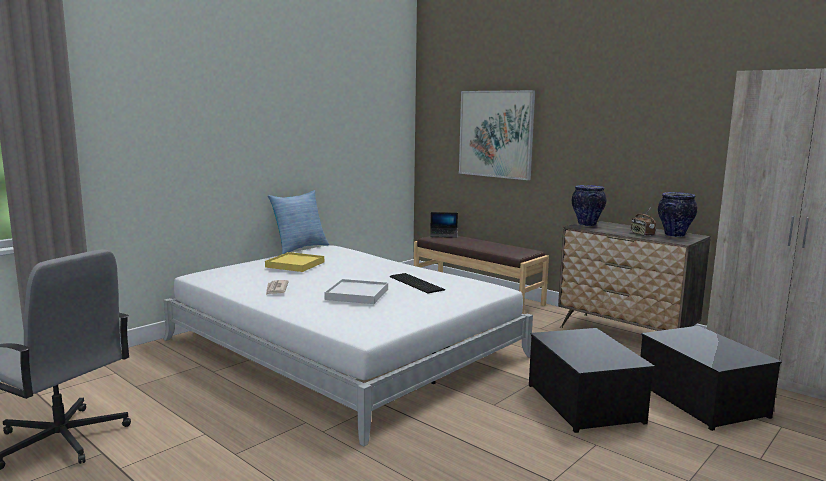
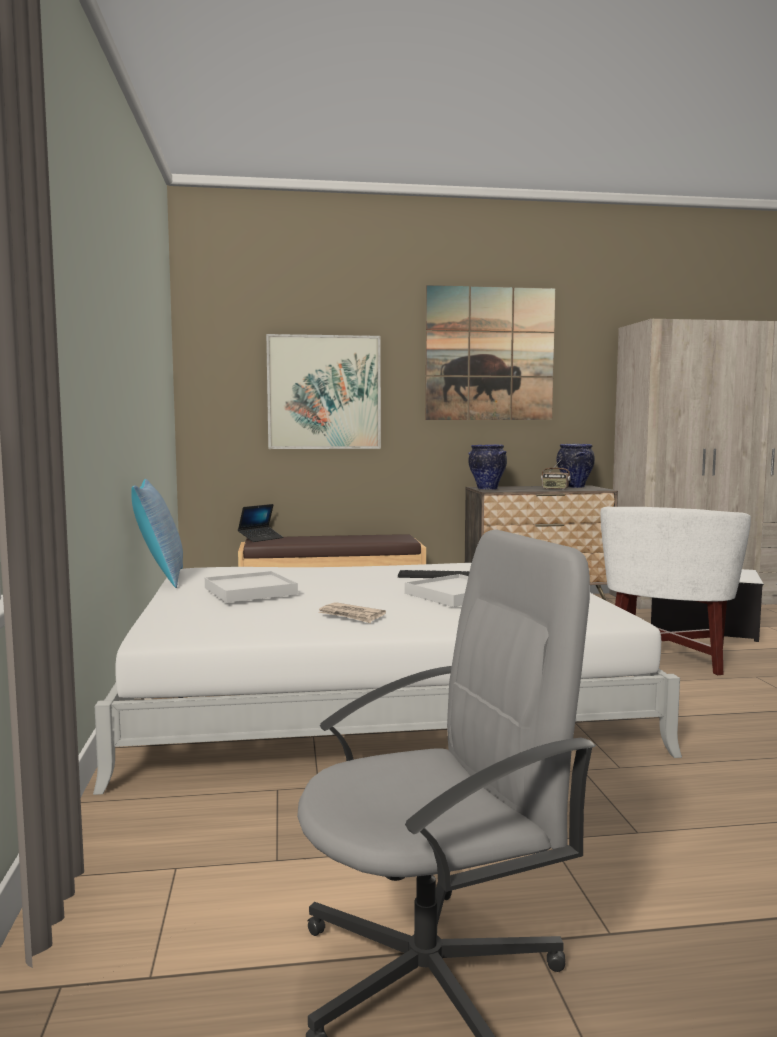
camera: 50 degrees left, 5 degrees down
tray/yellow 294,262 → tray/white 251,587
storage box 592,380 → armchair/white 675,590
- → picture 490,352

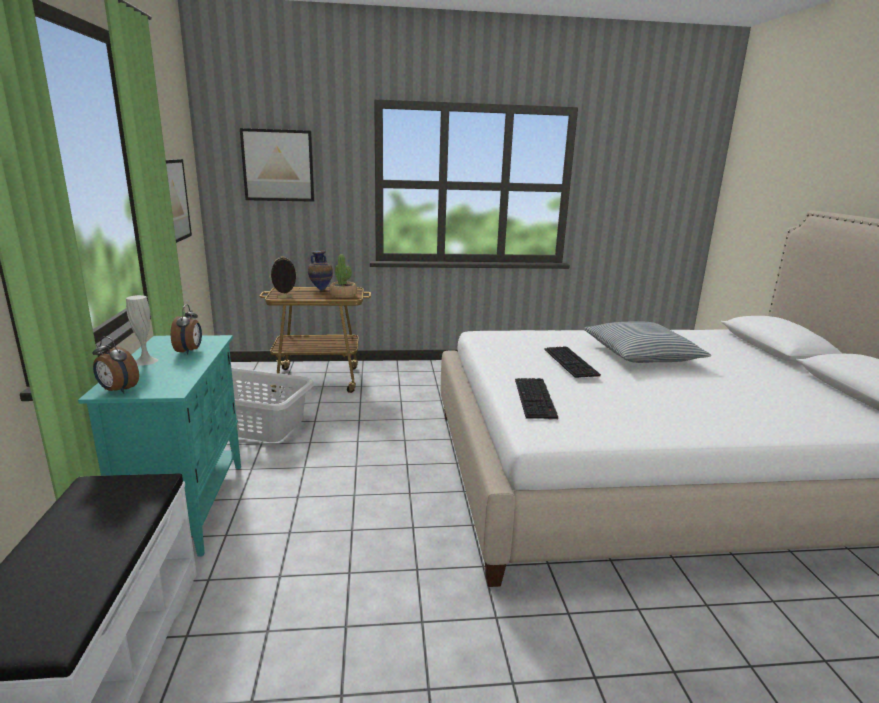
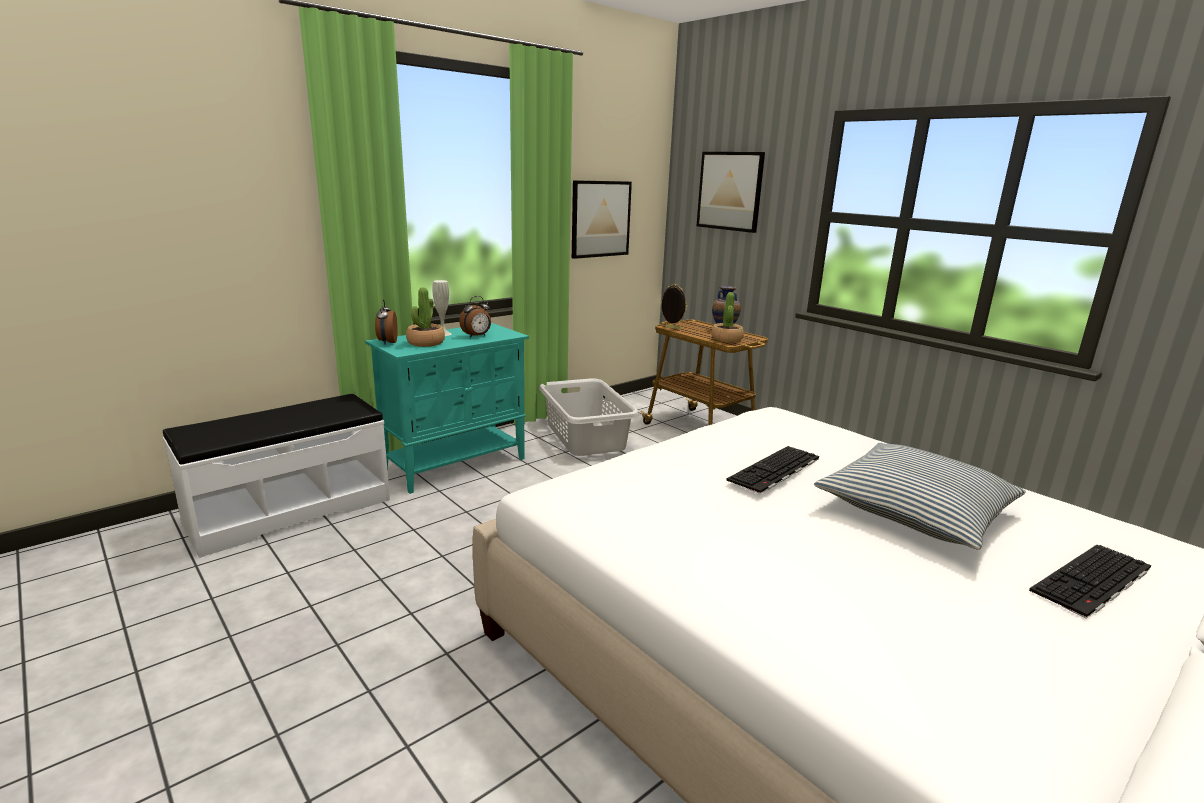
camera: 55 degrees right, 0 degrees up
keyboard 536,399 → keyboard 1090,581, move
- → potted plant 425,317

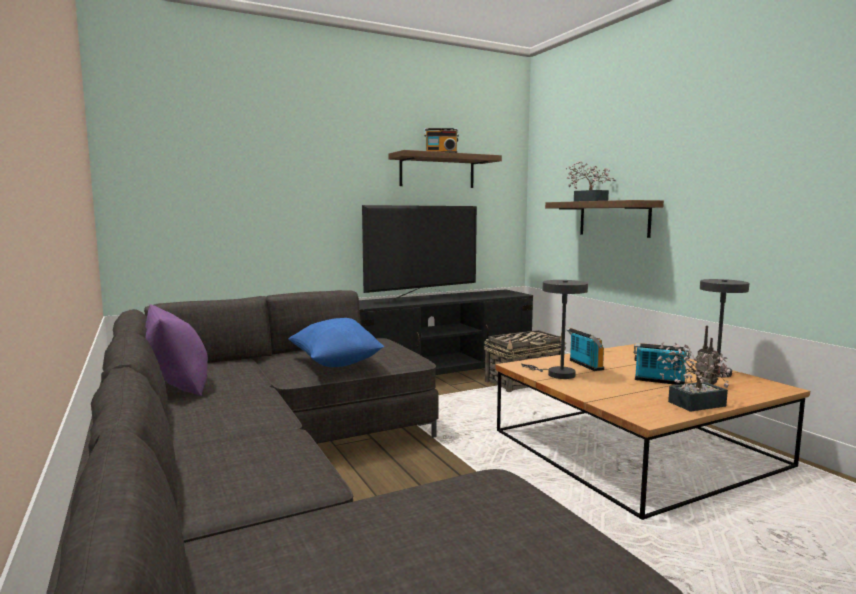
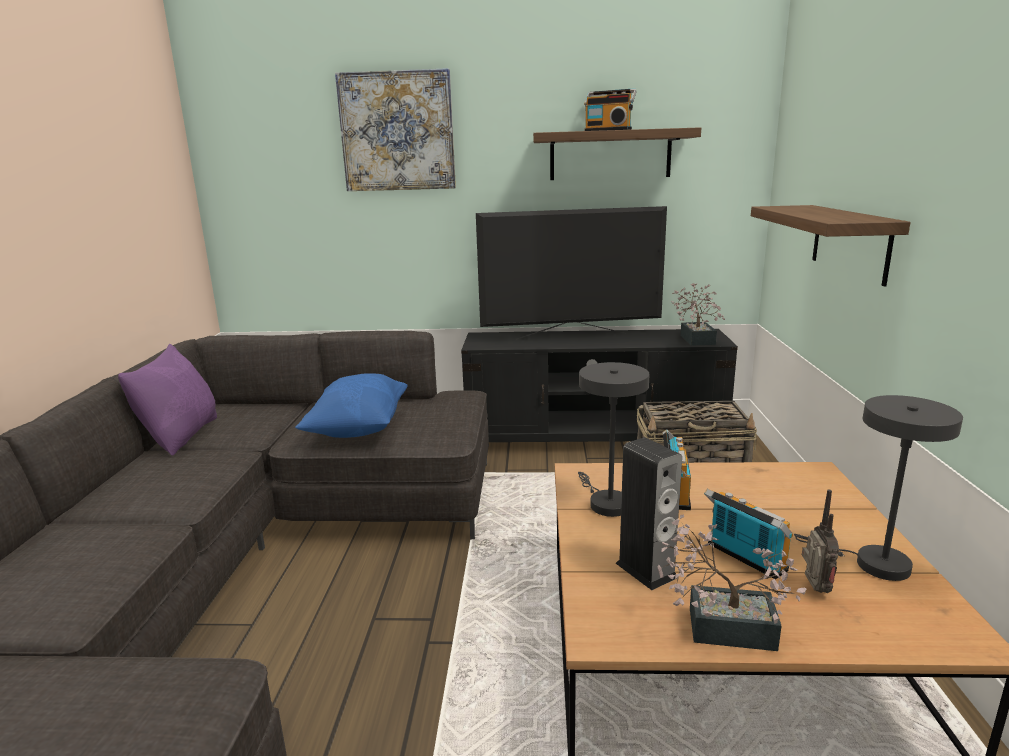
camera: 30 degrees right, 10 degrees up
potted plant 591,181 → potted plant 698,314, move
- → picture 395,129
- → speaker 649,513

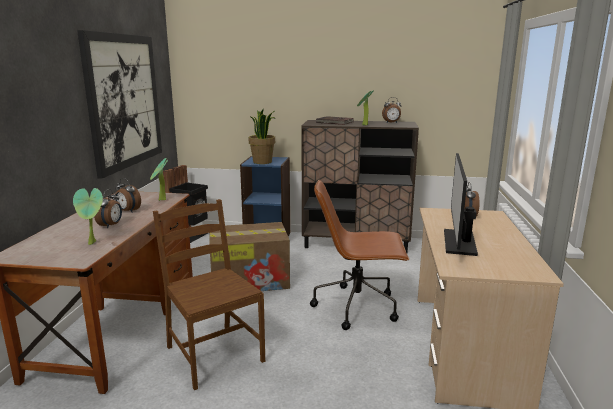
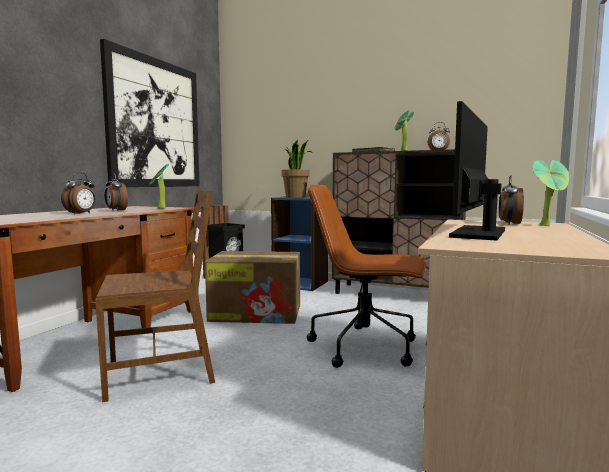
camera: 15 degrees right, 10 degrees down
potted plant 88,216 → potted plant 550,193, move
chair/brown 209,294 → chair/brown 155,295, 90 degrees clockwise

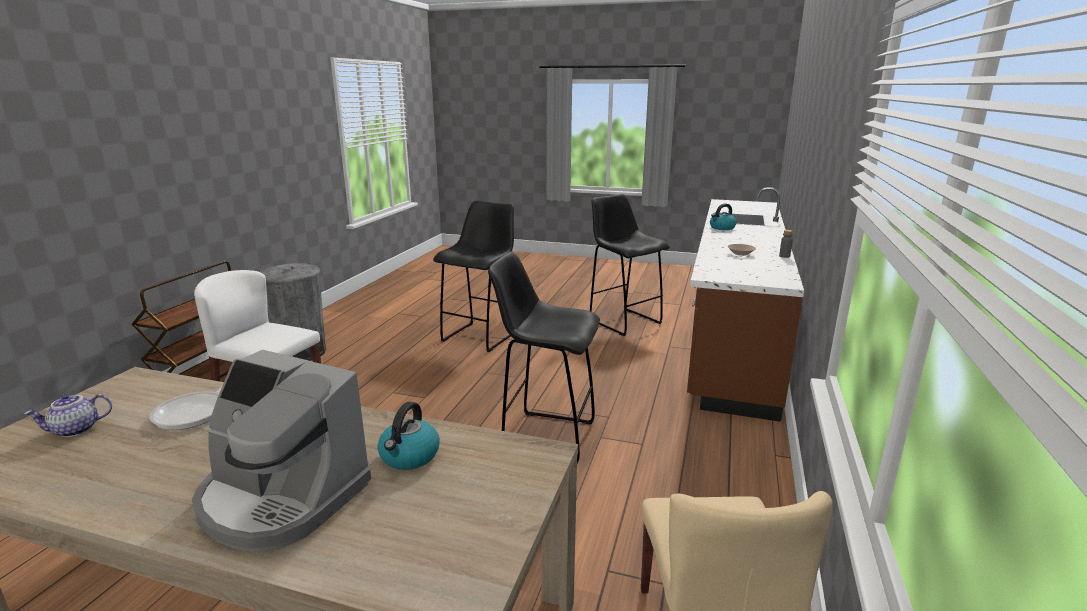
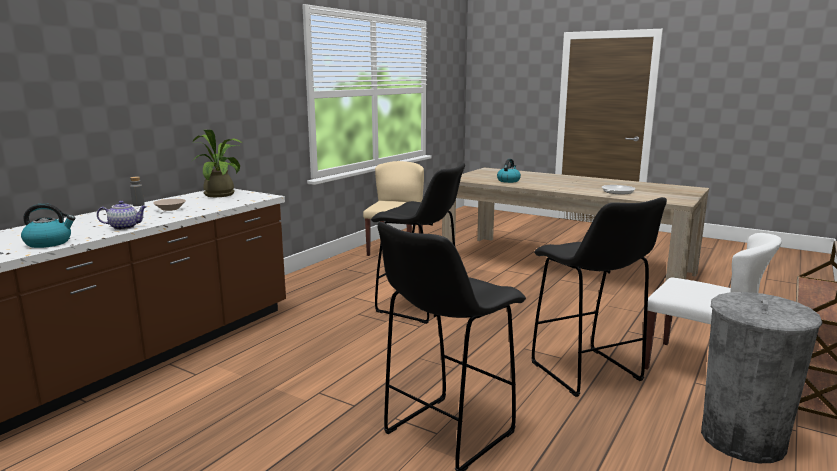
camera: 165 degrees left, 5 degrees down
teapot 68,415 → teapot 122,215, move
coffee machine 281,451 → -
stool/black 630,265 → stool/black 599,297, move
- → potted plant 217,163

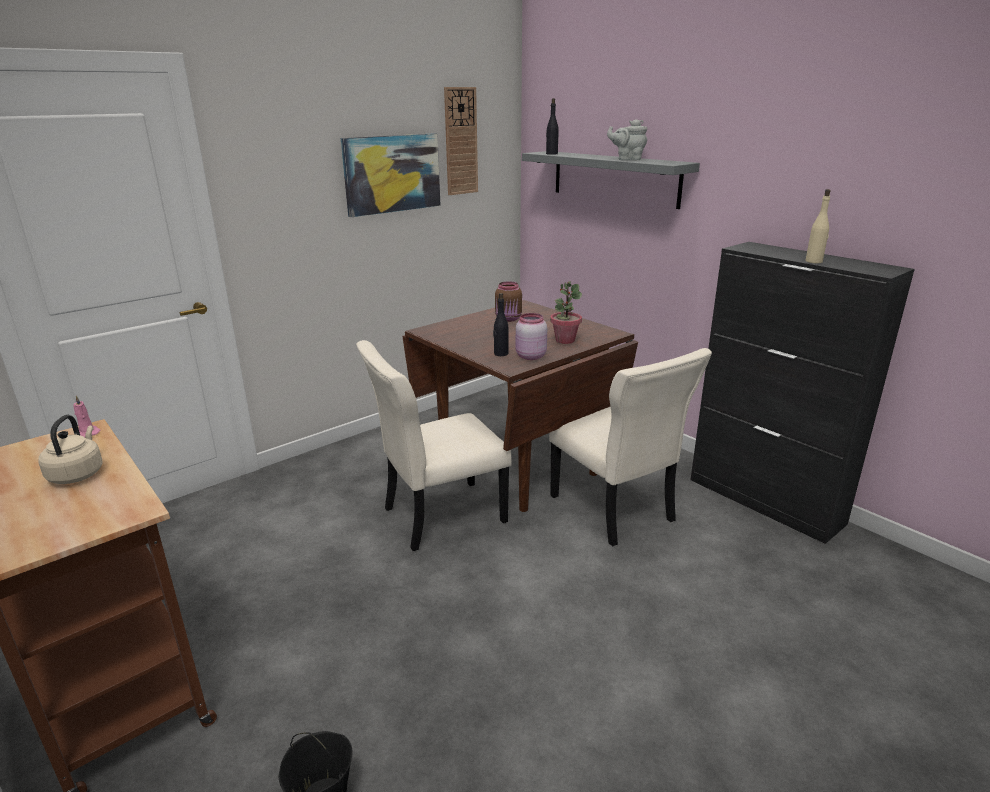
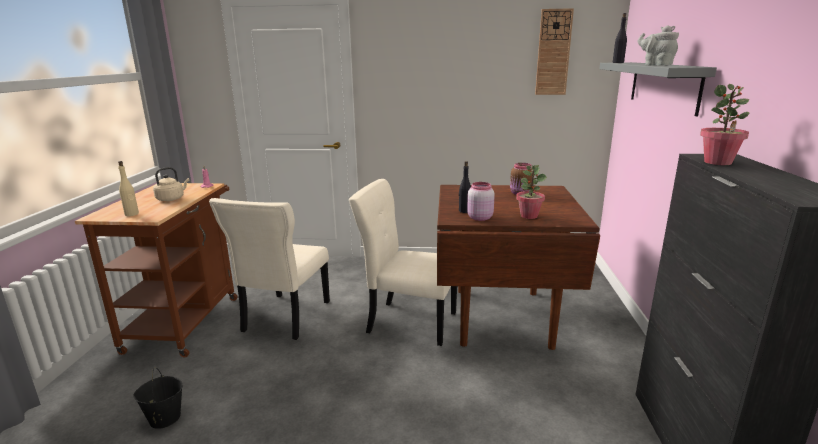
camera: 45 degrees right, 5 degrees down
picture 391,175 → -
chair/beige 630,447 → chair/beige 269,269, move
bottle/beige 818,226 → bottle/beige 128,188, move
- → potted plant 725,124

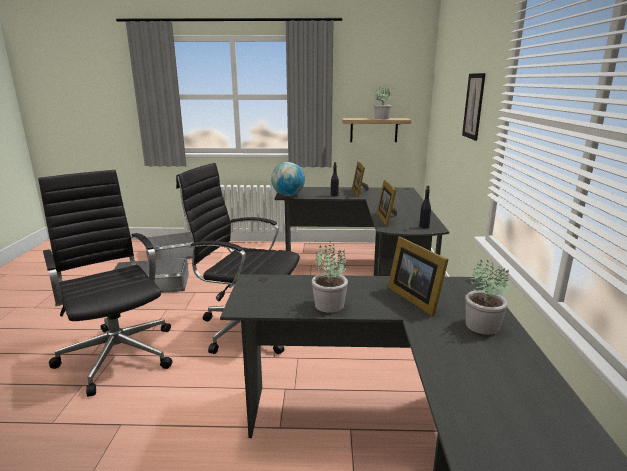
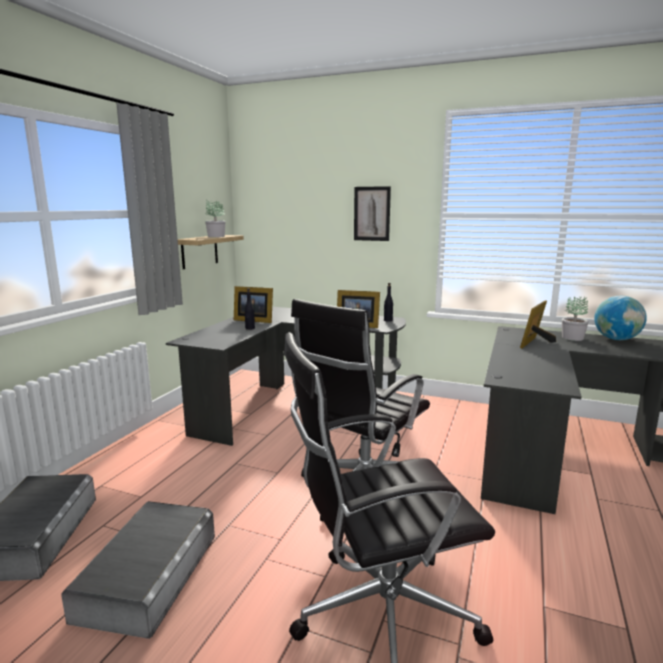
camera: 70 degrees left, 5 degrees down
globe 288,179 → globe 620,318, move
potted plant 330,277 → -
picture frame 418,277 → picture frame 538,324, 135 degrees clockwise

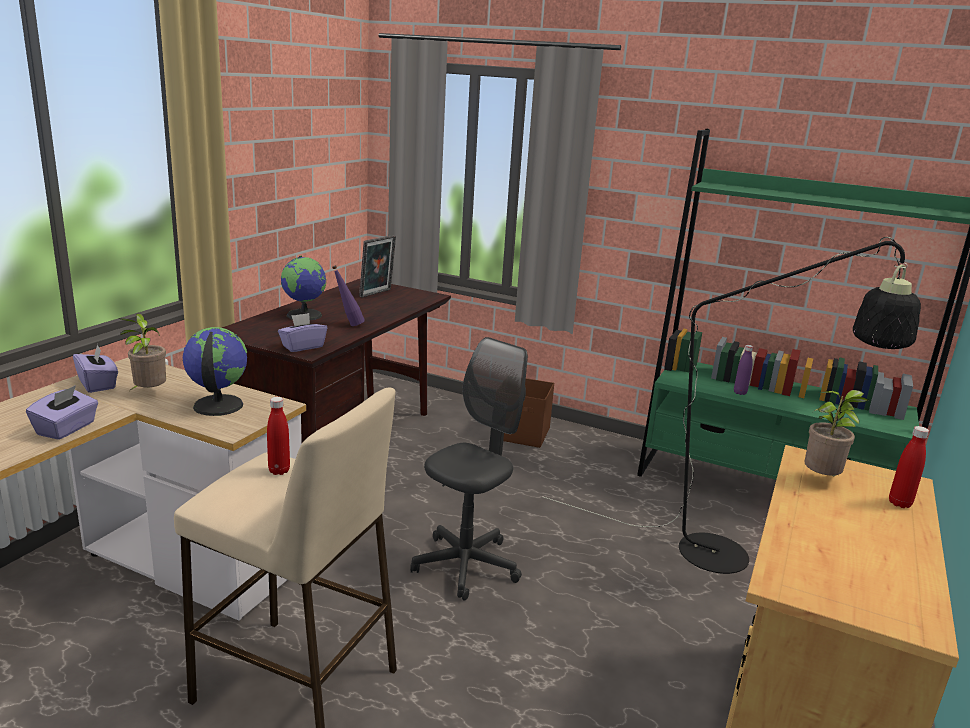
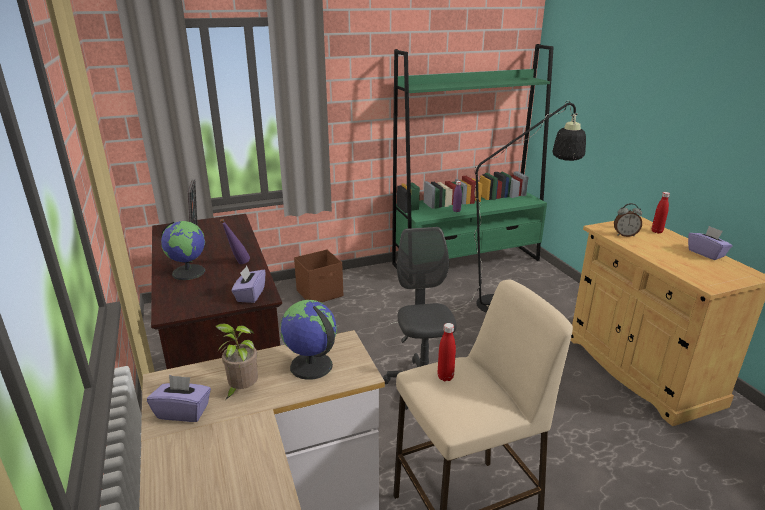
camera: 45 degrees left, 5 degrees up
tissue box/purple 62,412 → tissue box/purple 710,243, move
potted plant 836,433 → alarm clock 628,220

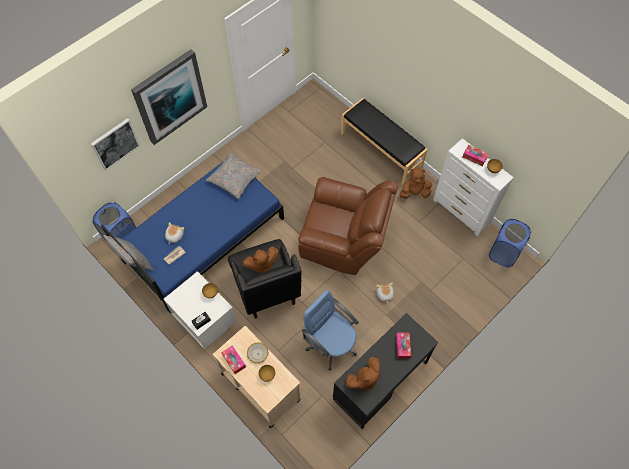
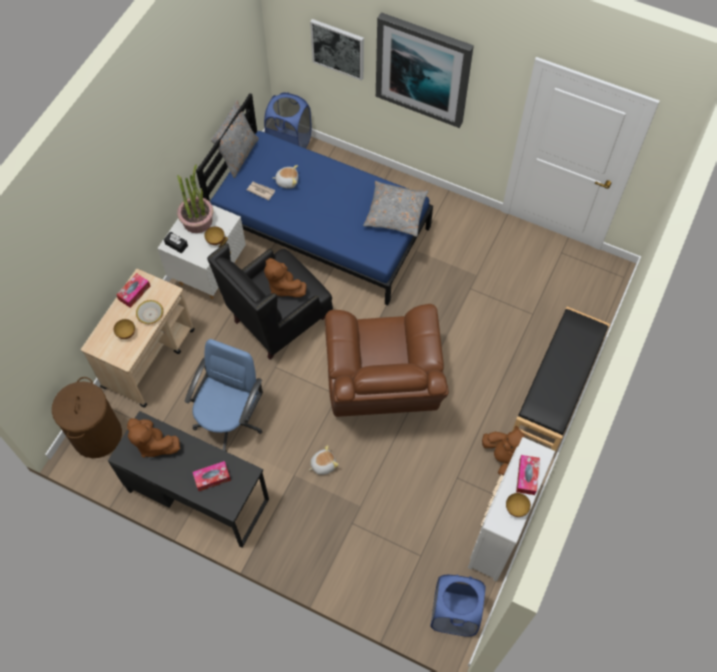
camera: 70 degrees right, 0 degrees up
- → laundry basket/brown 87,417
- → potted plant 195,198

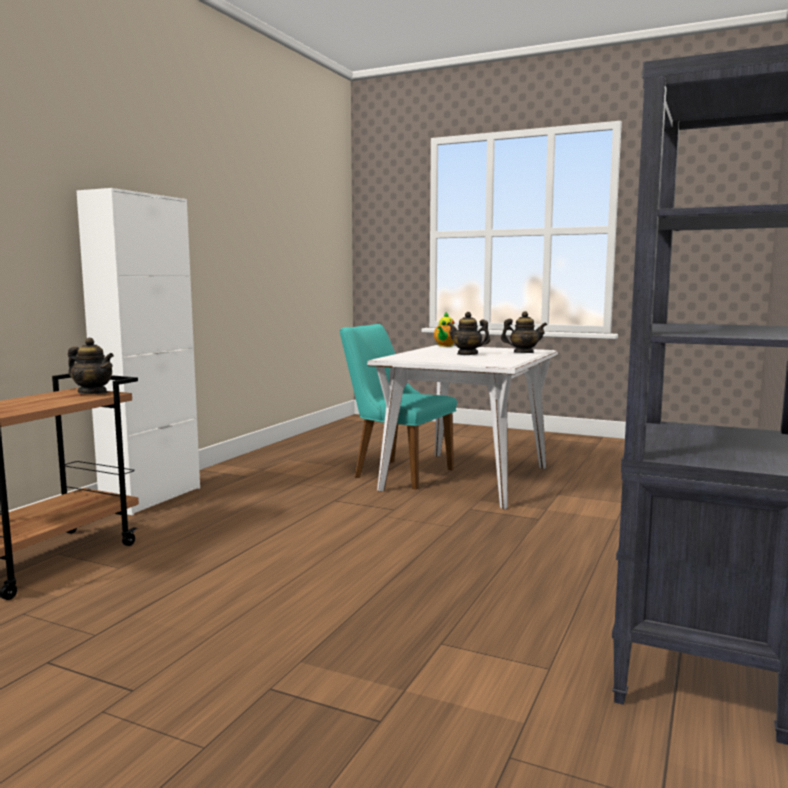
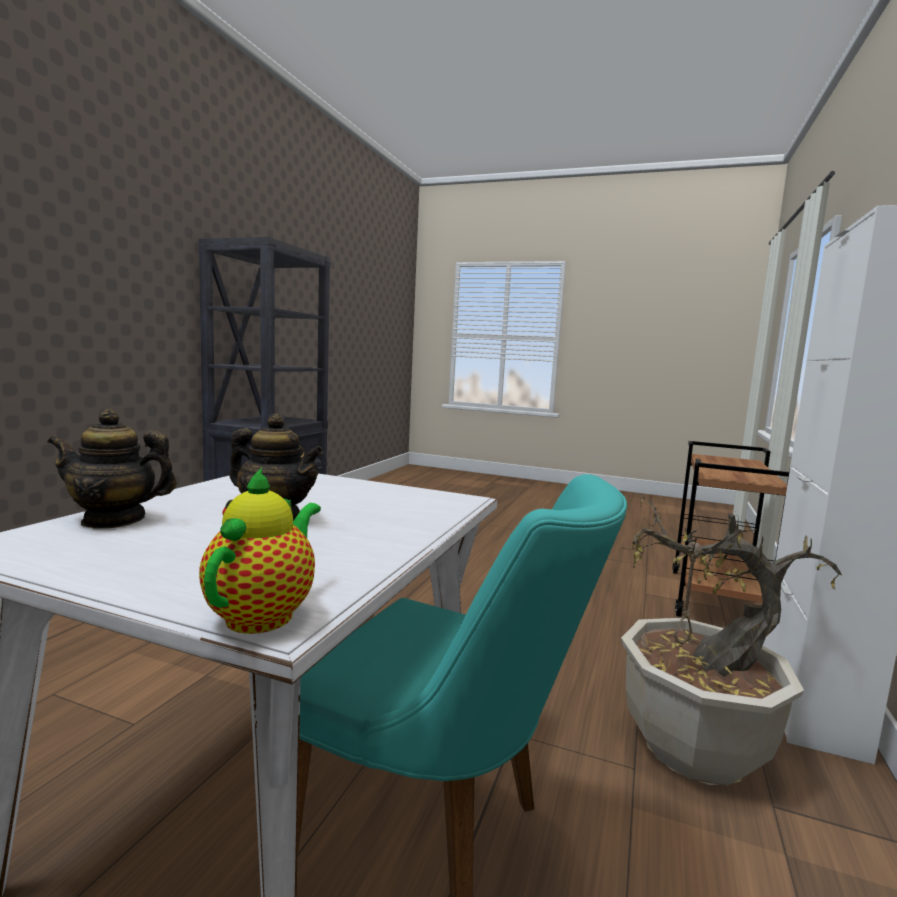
camera: 175 degrees right, 0 degrees up
teapot 91,366 → -
- → potted plant 731,640

